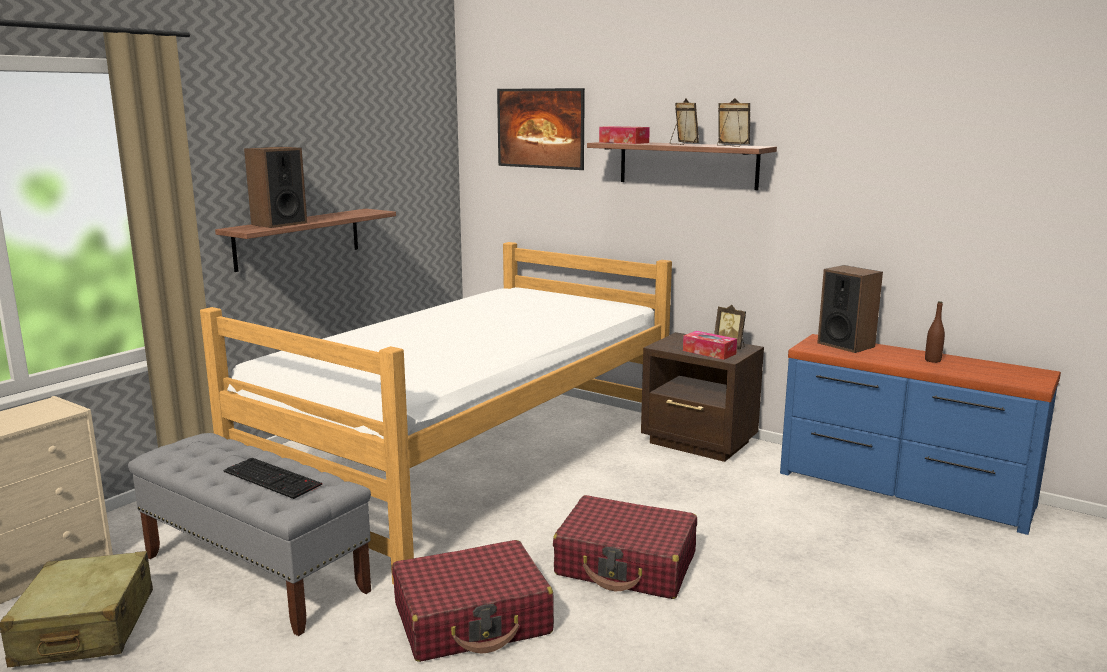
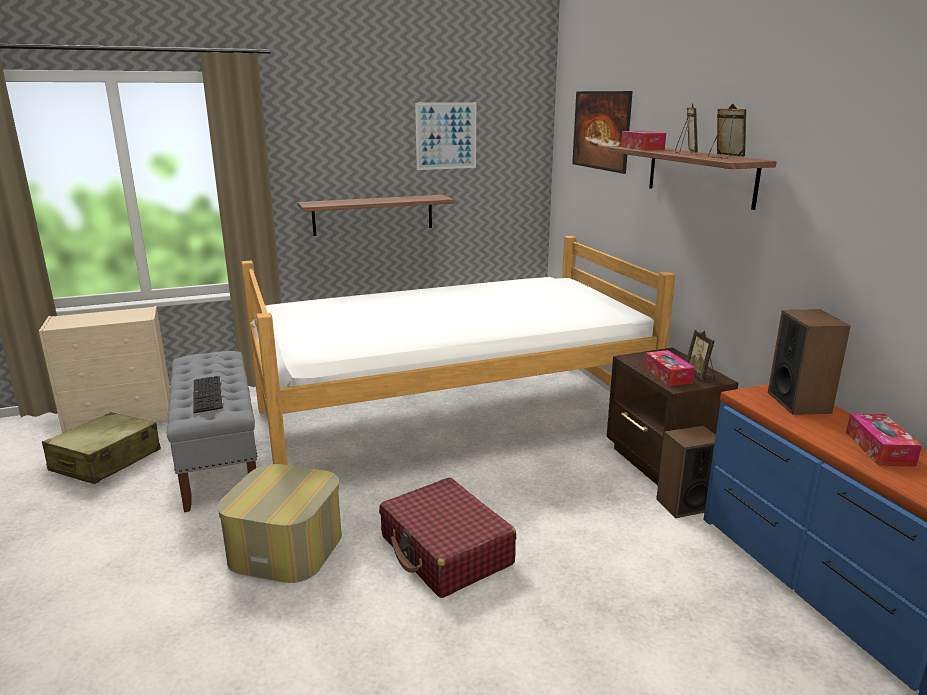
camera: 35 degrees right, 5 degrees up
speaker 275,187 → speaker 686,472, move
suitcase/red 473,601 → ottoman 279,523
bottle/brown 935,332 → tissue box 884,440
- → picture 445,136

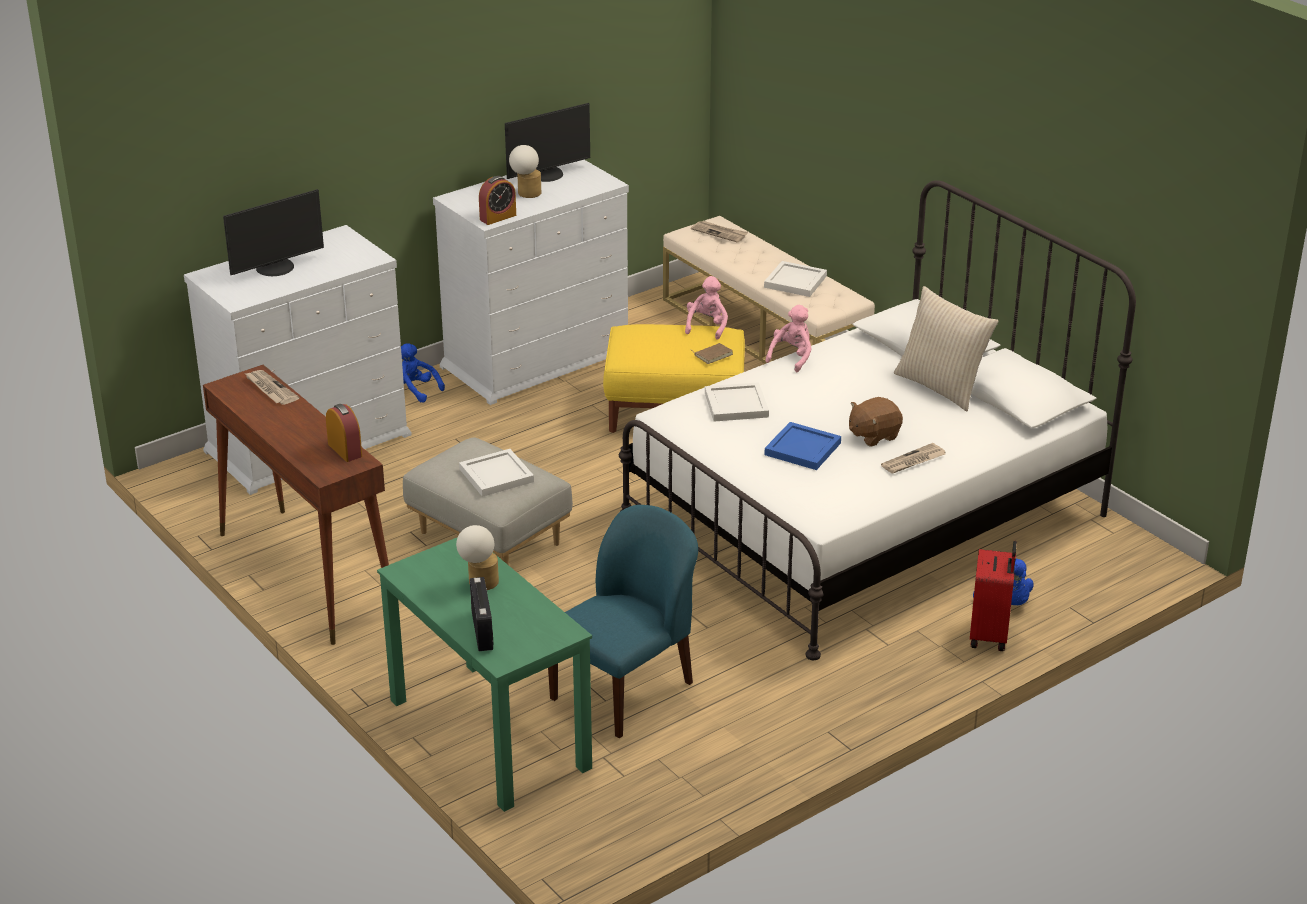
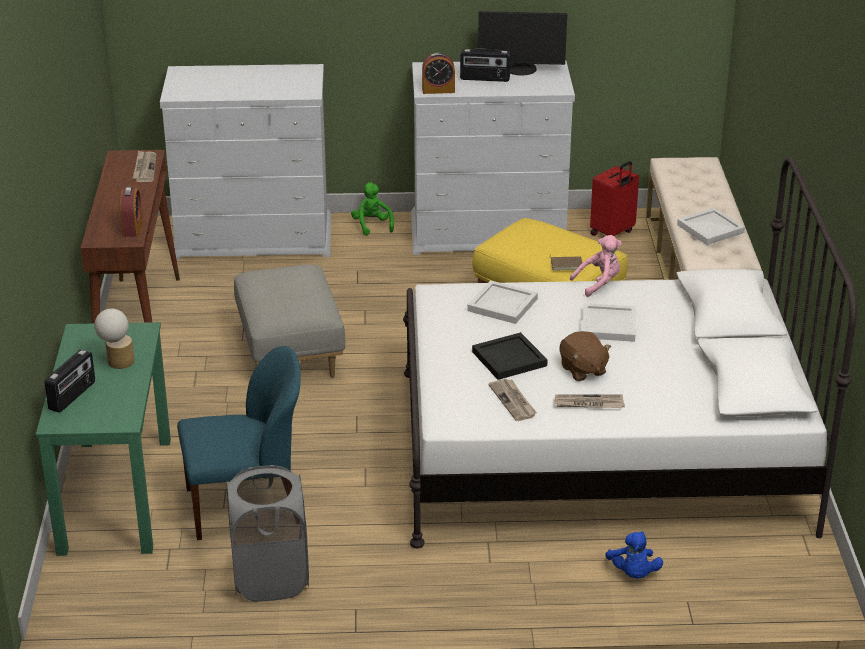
camera: 35 degrees right, 0 degrees up
monitor 273,232 → -
plush toy/blue 423,373 → plush toy/green 372,209
tray/white 496,473 → tray/white 609,322, move
table lamp 525,171 → radio 485,65
plush toy/pink 706,308 → -
newspaper 719,232 → newspaper 513,400, move
tray/blue 802,446 → tray/black 510,356
plush toy/brown 876,422 → plush toy/brown 586,356, 120 degrees counterclockwise
pillow/beige 946,348 → -
suitcase/red 993,596 → suitcase/red 614,198, move
- → laundry basket/grey 267,533

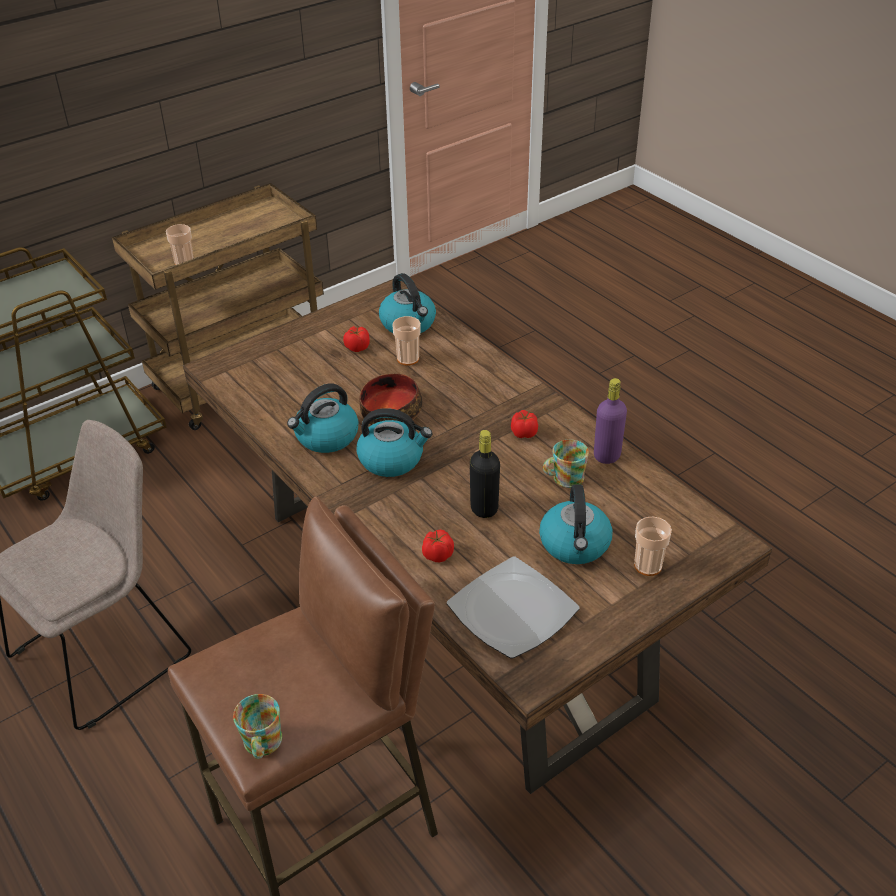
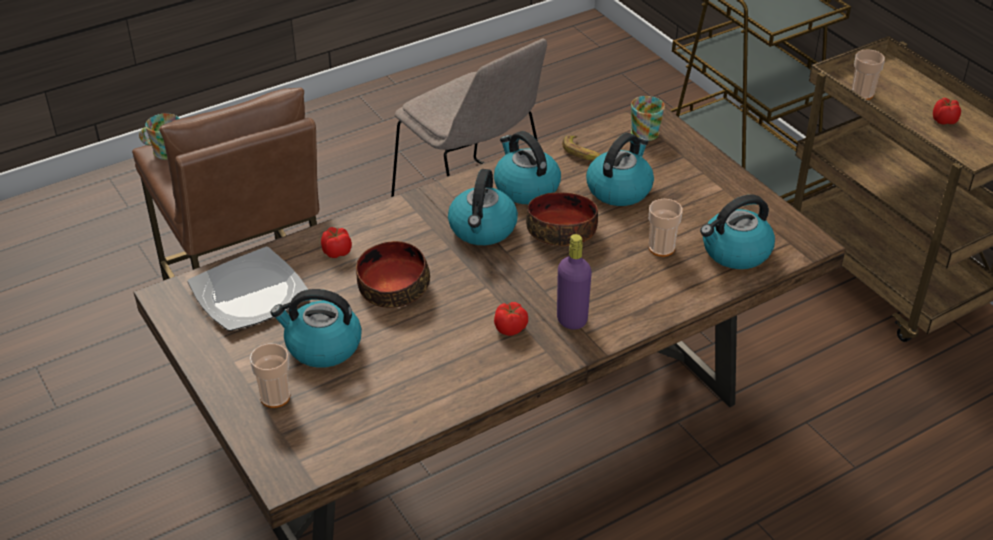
camera: 95 degrees right, 0 degrees up
tomato 356,339 → tomato 947,111, move
bottle/black 485,474 → bowl 393,274
mug 566,464 → mug 648,118, move
bottle/purple 610,421 → bottle/purple 574,282, move
- → banana 581,148
- → kettle 620,169

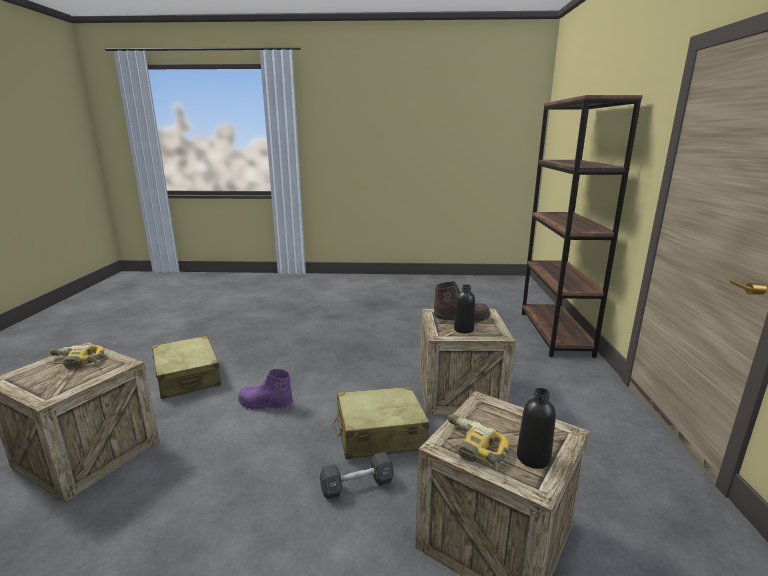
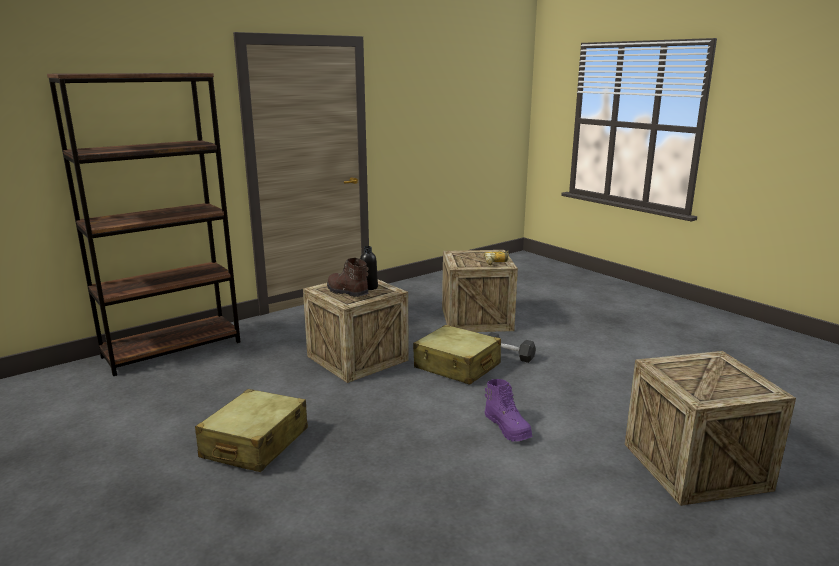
camera: 130 degrees left, 0 degrees up
power drill 75,357 → -
suitcase/beige 186,367 → suitcase/beige 251,430, move
bottle/black 536,428 → -

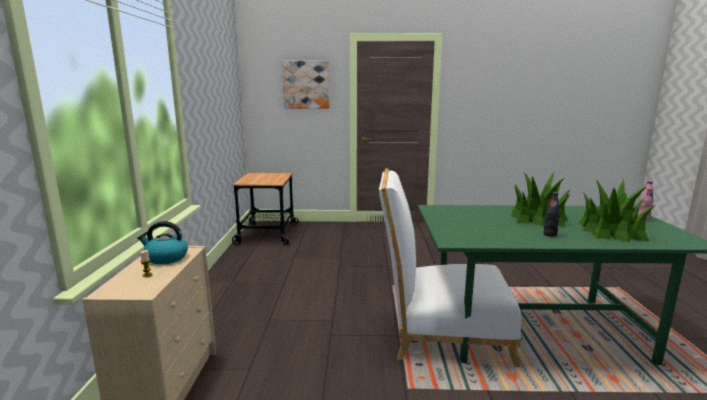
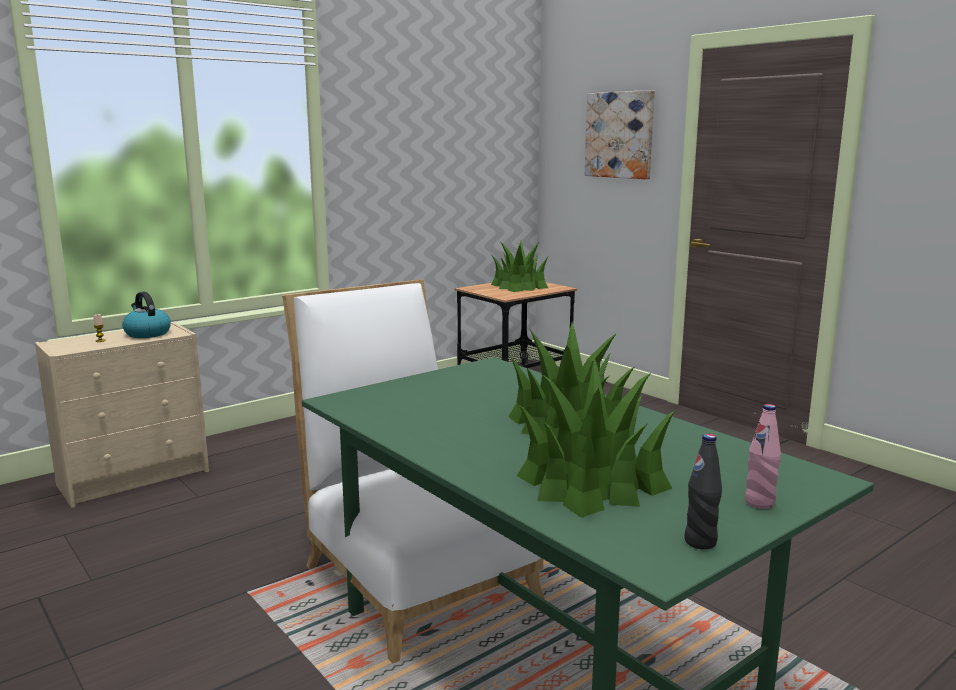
camera: 50 degrees right, 0 degrees up
bottle/black 552,214 → bottle/black 703,492, move
- → potted plant 519,266

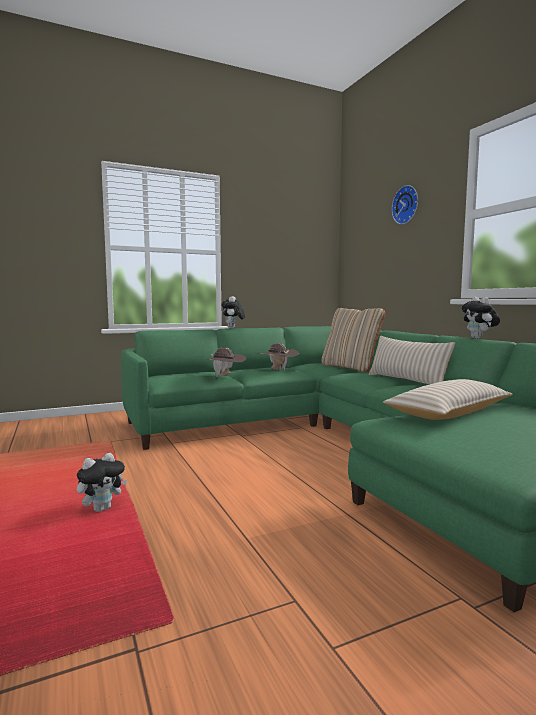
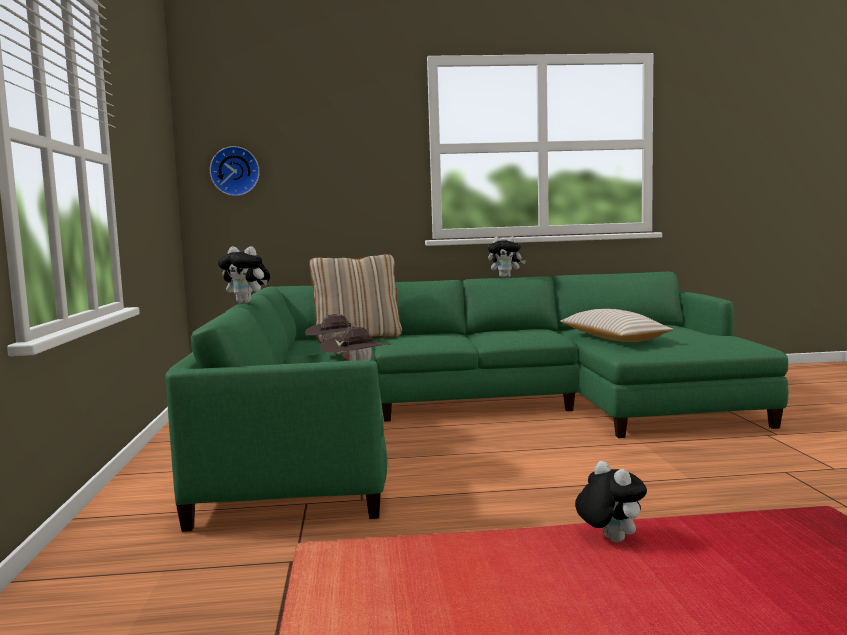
camera: 70 degrees left, 0 degrees up
pillow/beige 411,360 → -
wall clock 405,204 → wall clock 235,171, move

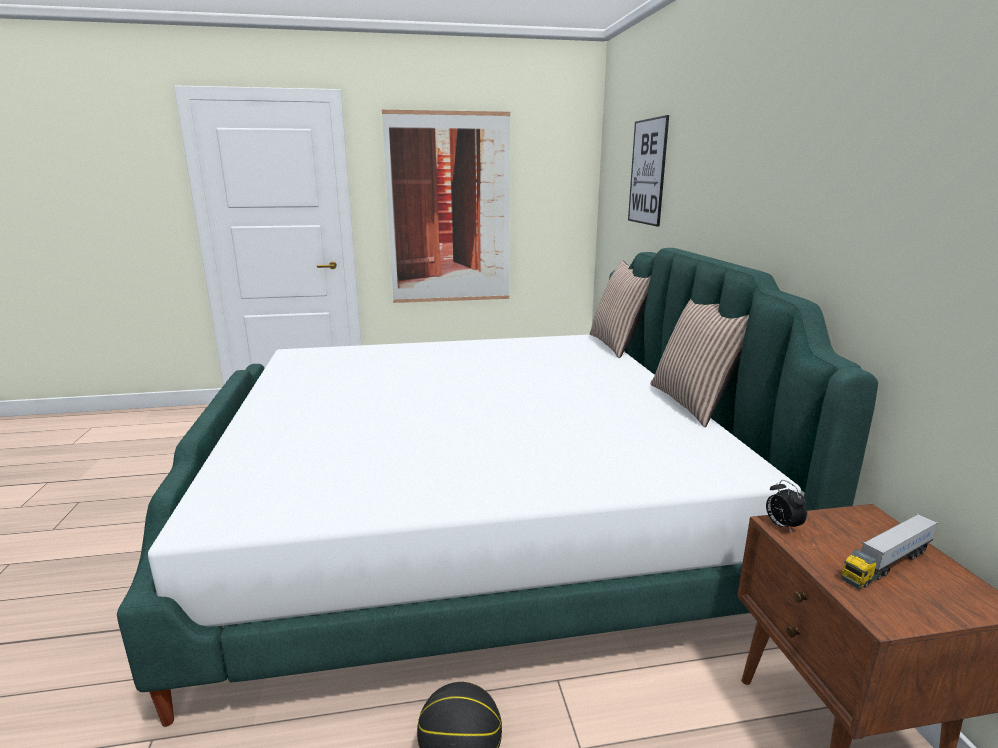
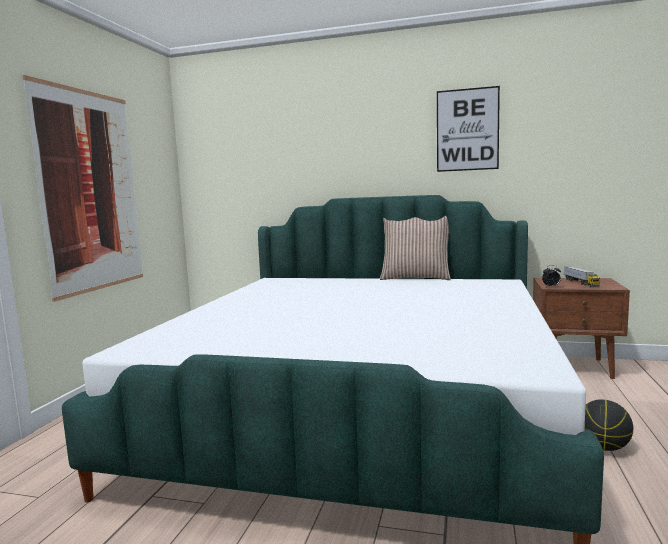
camera: 65 degrees left, 10 degrees down
pillow 620,309 → -
picture 648,171 → picture 468,129, move

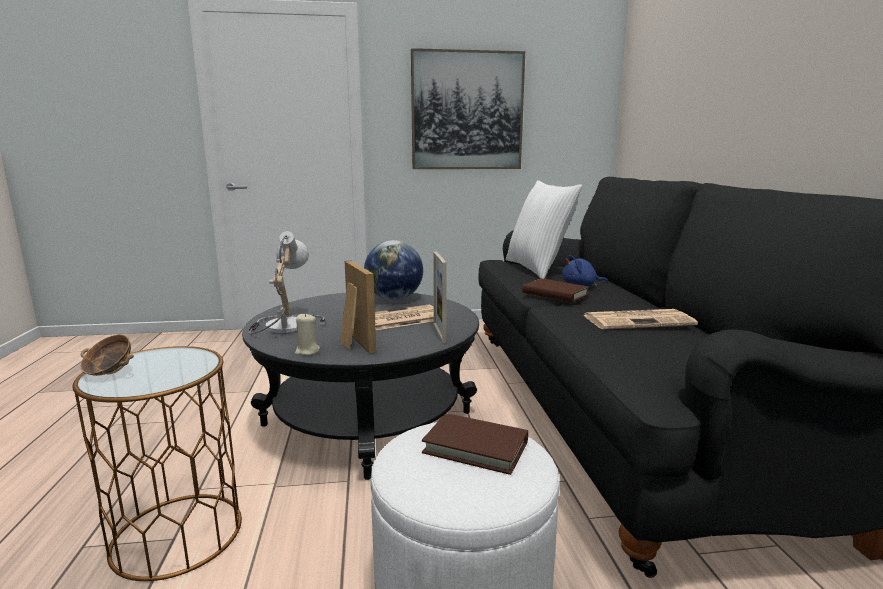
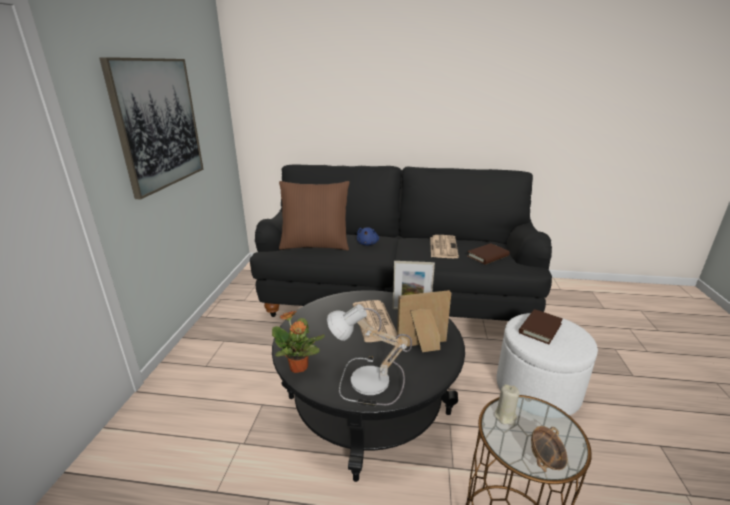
camera: 75 degrees left, 10 degrees up
candle/beige 307,334 → candle/beige 507,404, move
globe 393,270 → -
pillow/white 544,229 → pillow/brown 314,216
book/brown 555,290 → book/brown 488,254, move
- → potted plant 298,342

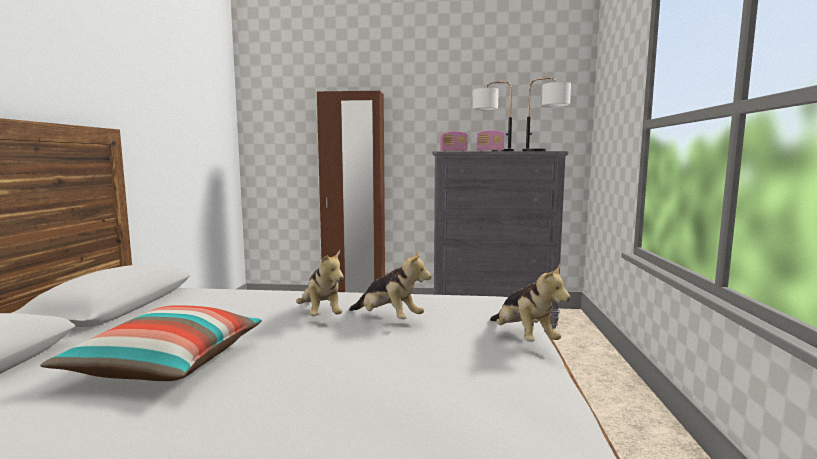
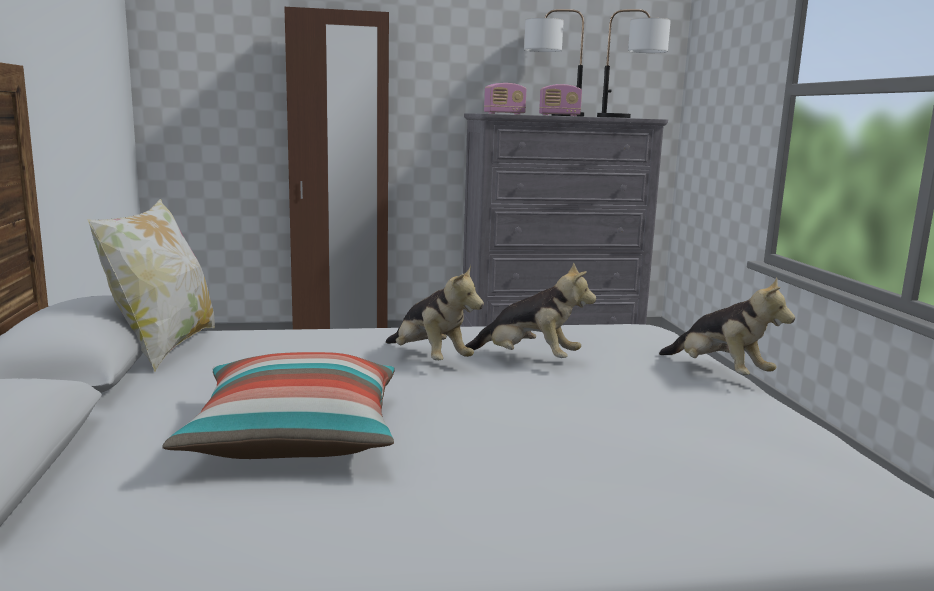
camera: 15 degrees left, 5 degrees up
- → pillow 151,285

